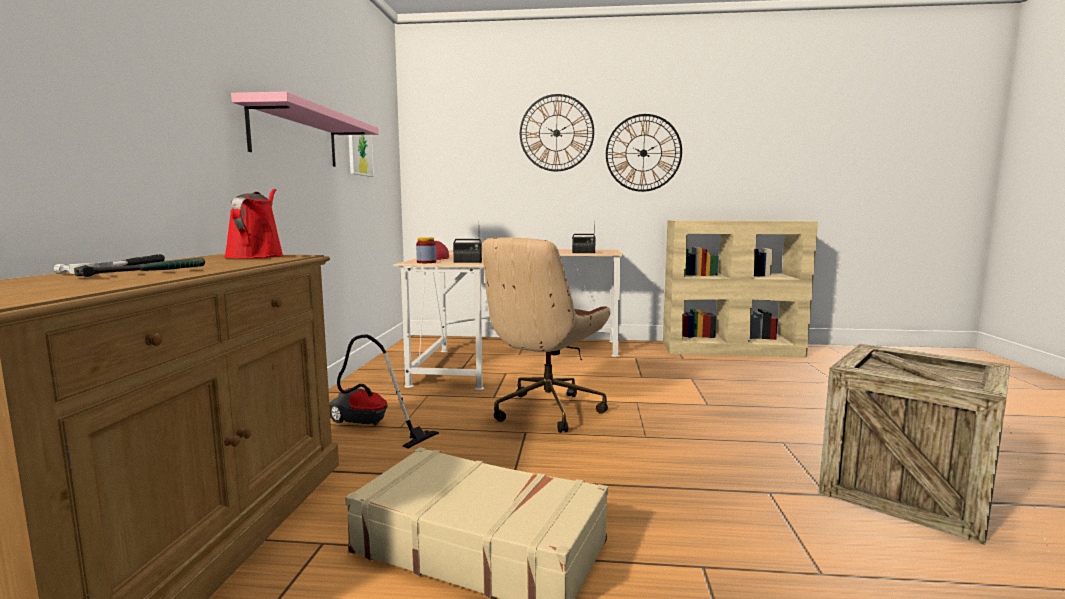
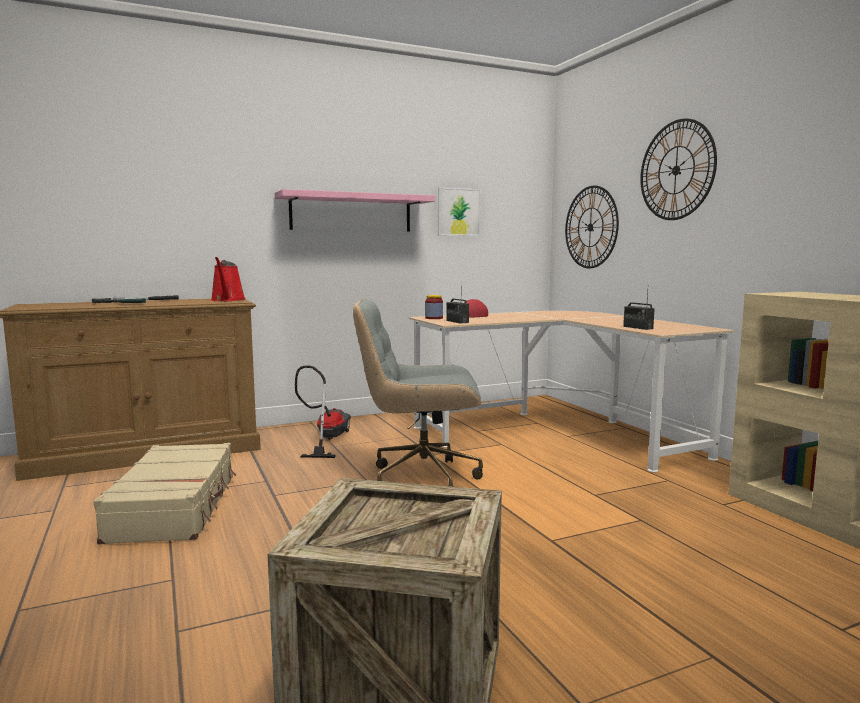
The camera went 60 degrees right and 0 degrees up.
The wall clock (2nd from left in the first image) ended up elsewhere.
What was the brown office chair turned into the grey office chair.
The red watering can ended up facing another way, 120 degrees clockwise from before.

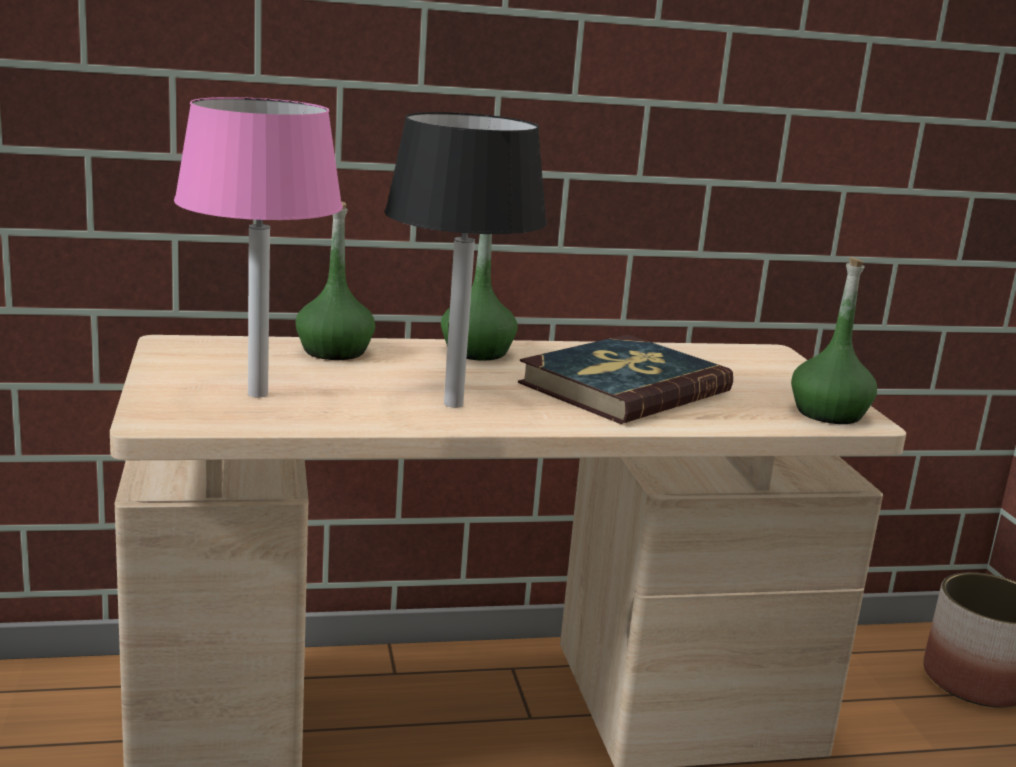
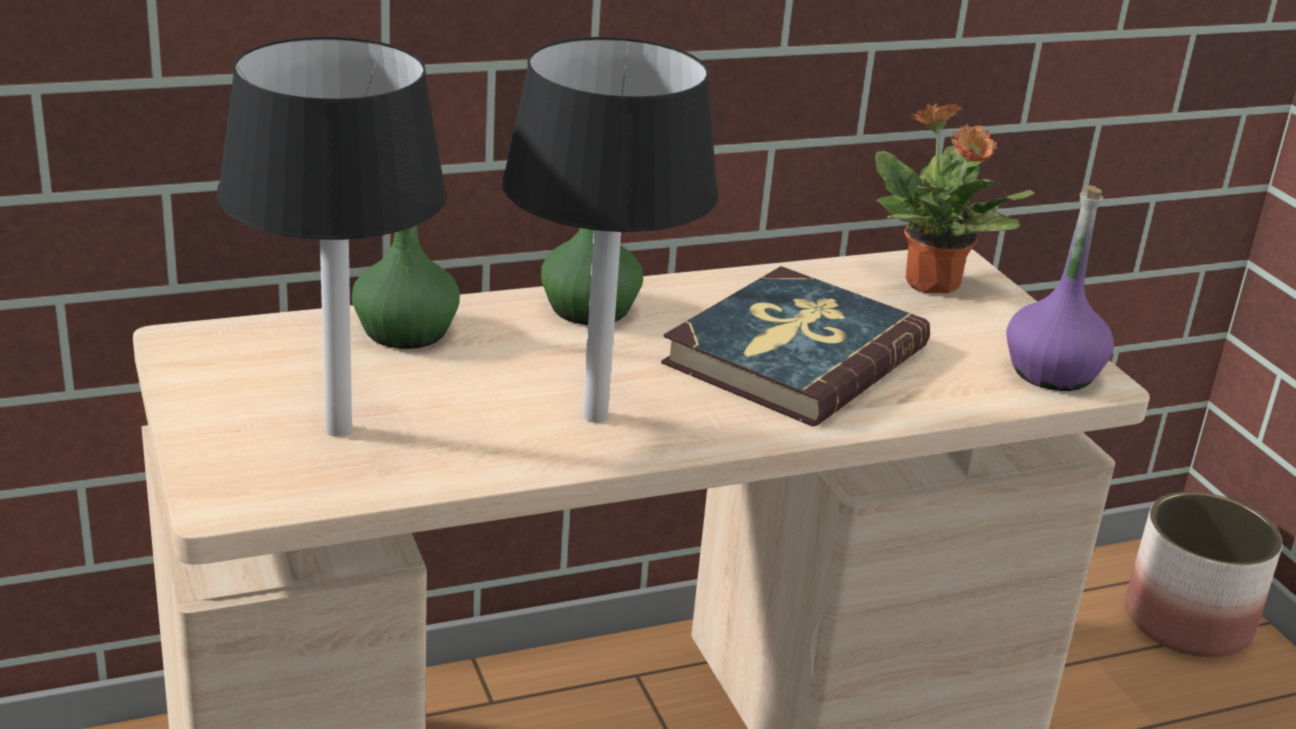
The camera went 10 degrees left and 10 degrees up.
The second view gained the potted plant.
What was the pink table lamp turned into the black table lamp (1st from left).
What was the green bottle (3rd from left) turned into the purple bottle.

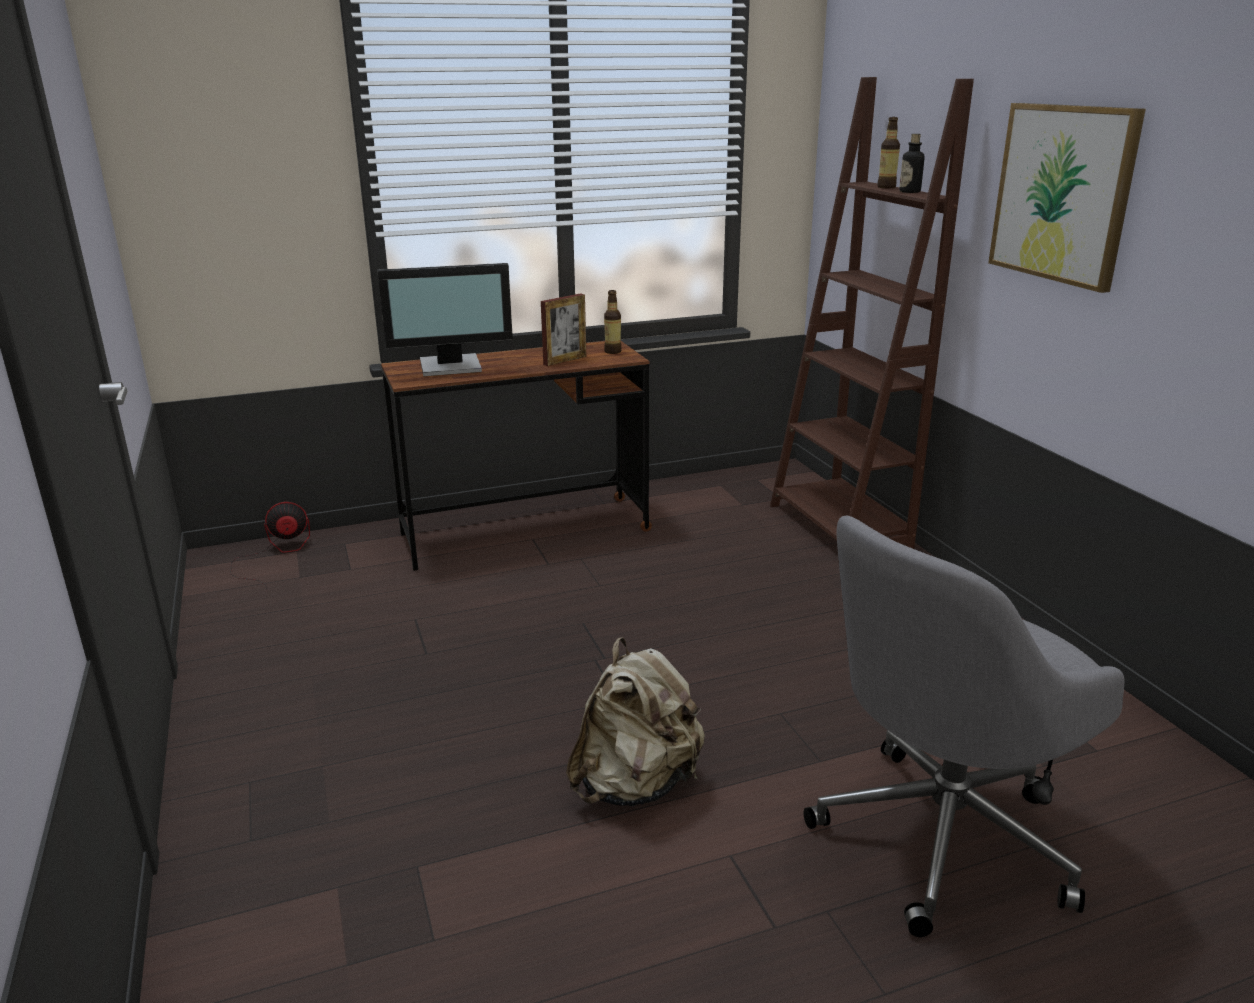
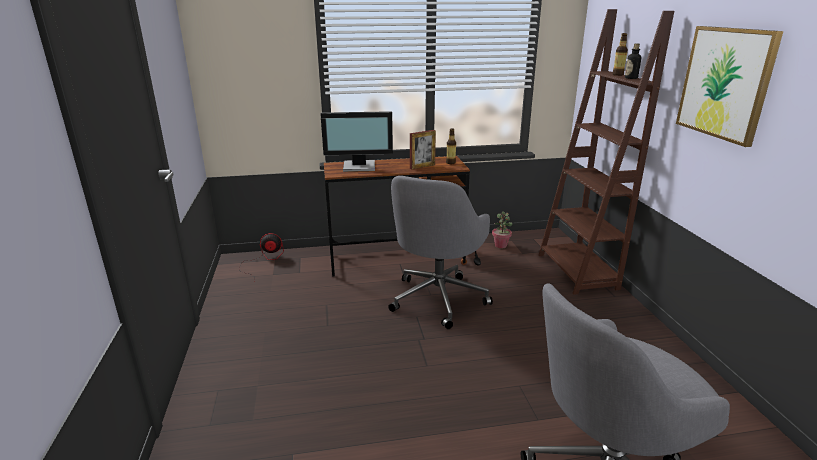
The camera went 10 degrees right and 0 degrees up.
The second view lost the beige backpack.
The second view gained the grey office chair (1st from left).
The second view gained the potted plant.

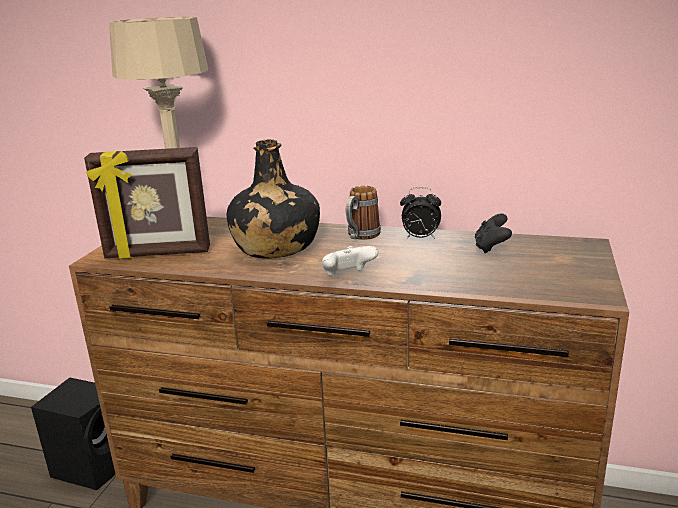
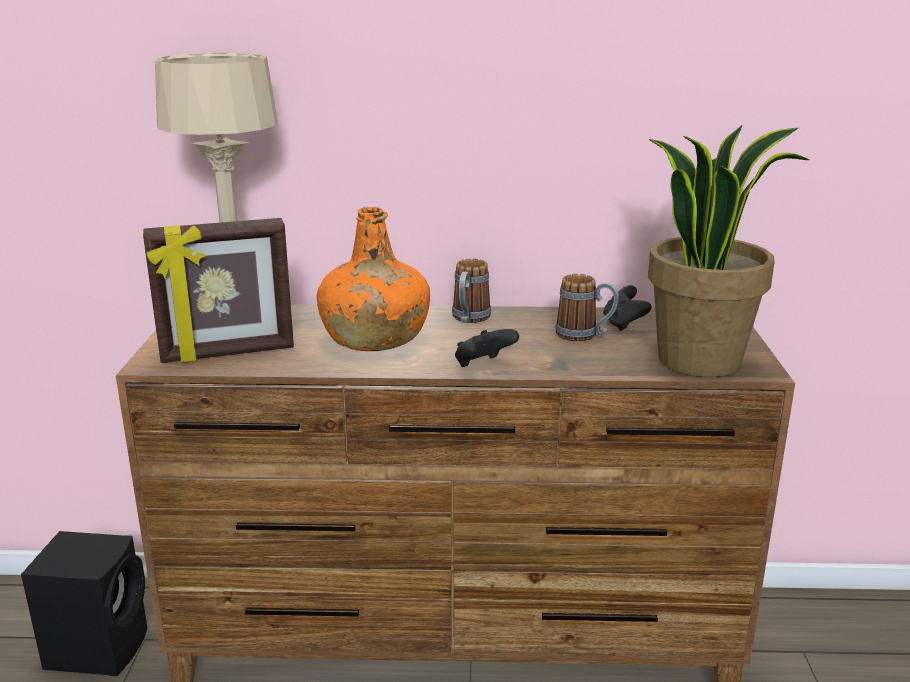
The camera went 15 degrees left and 0 degrees up.
The second view lost the alarm clock.
The second view gained the mug (2nd from left).
The second view gained the potted plant.
What was the black bottle turned into the orange bottle.
What was the white game controller turned into the black game controller (1st from left).

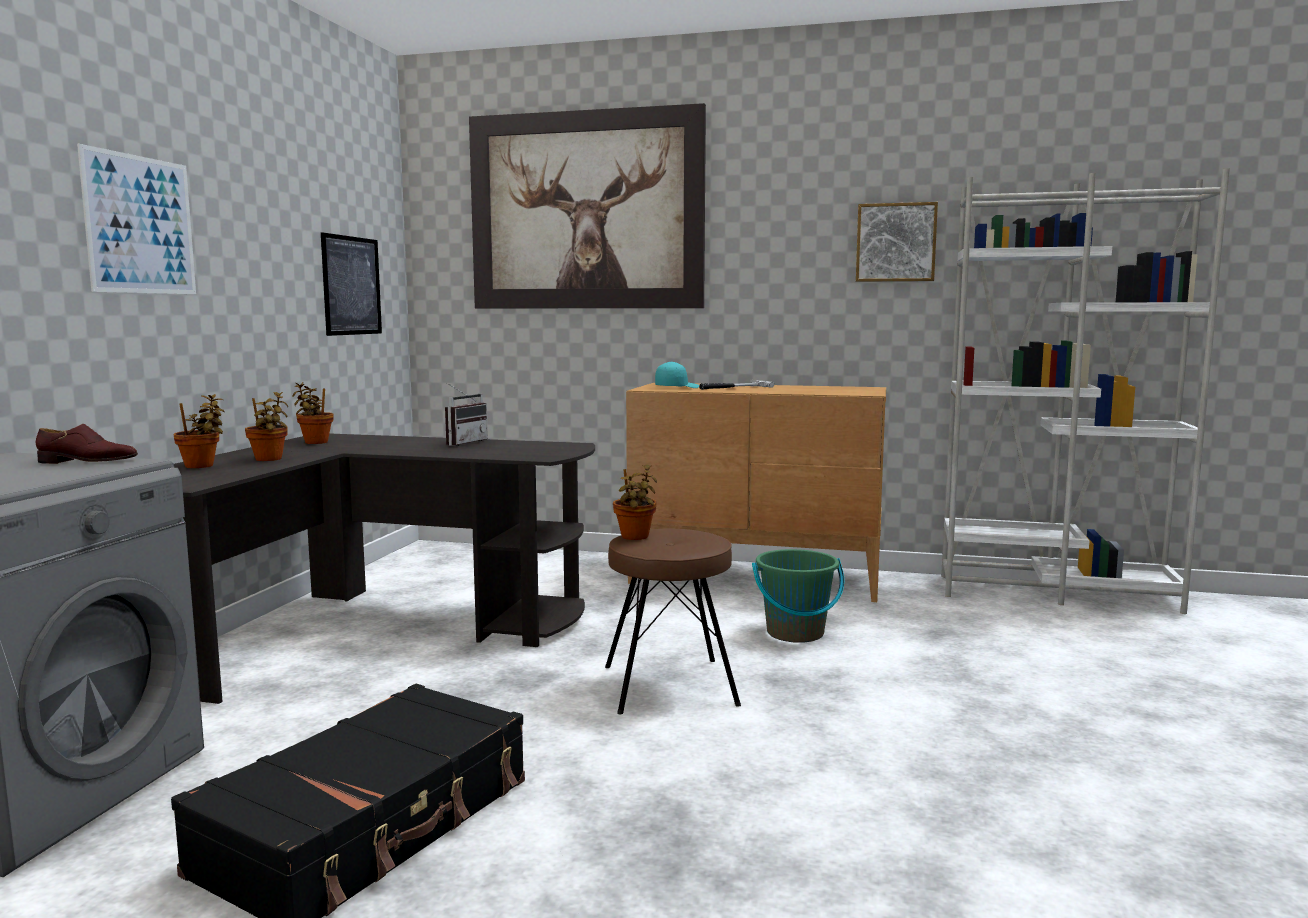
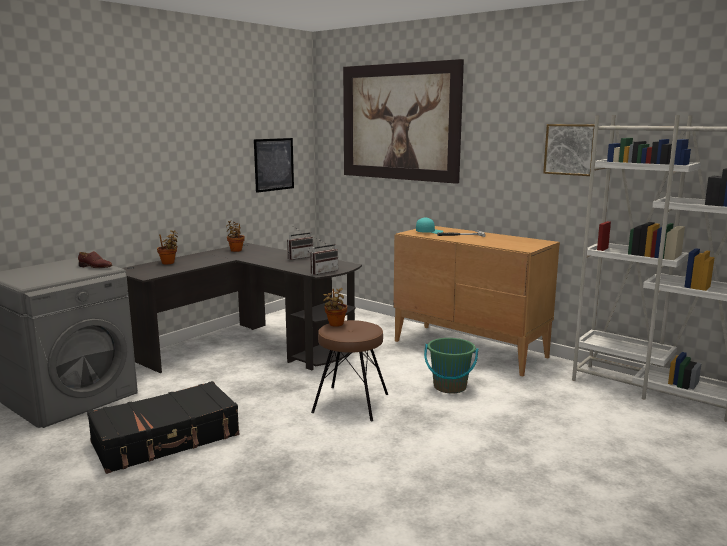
The camera went 25 degrees right and 5 degrees up.
The second view lost the picture (1st from left).
The second view lost the potted plant (2nd from left).
The second view gained the radio (2nd from left).

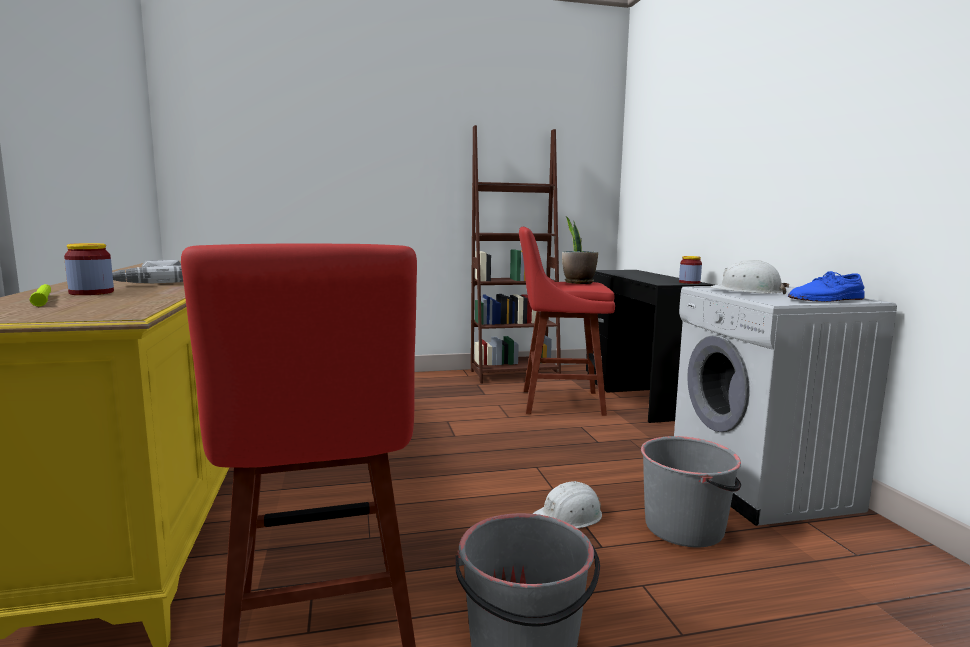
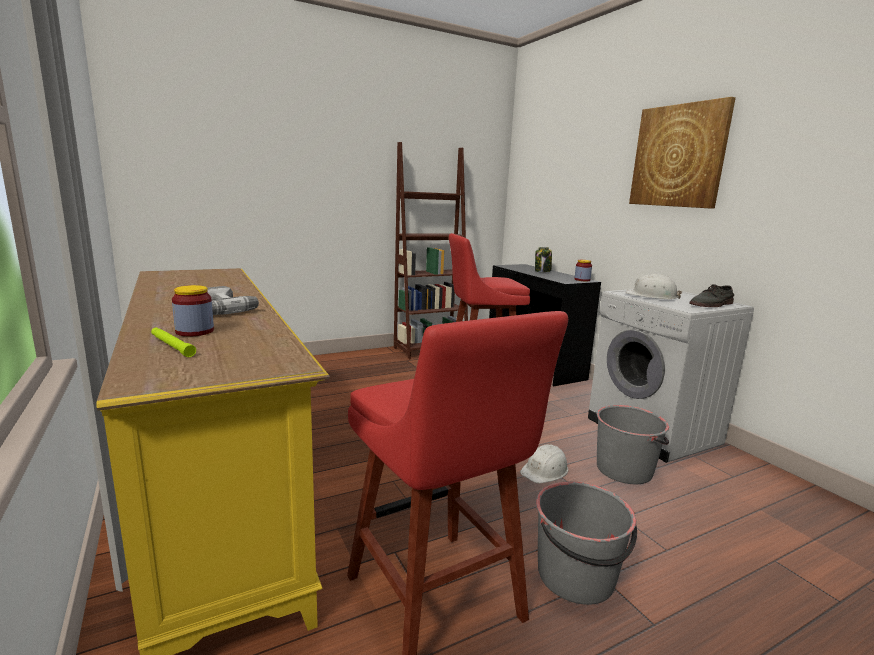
The camera went 15 degrees left and 5 degrees up.
The second view lost the potted plant.
The second view gained the jar (2nd from left).
The second view gained the picture.
What was the blue shoe turned into the grey shoe.

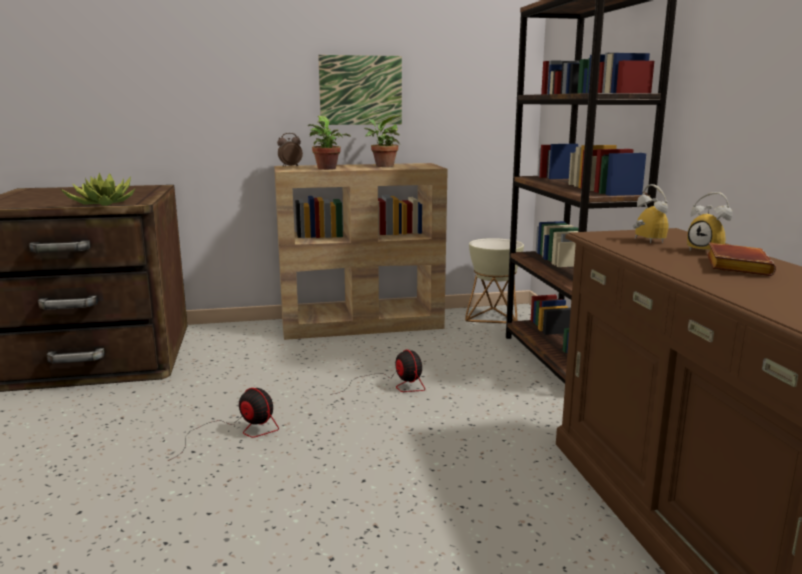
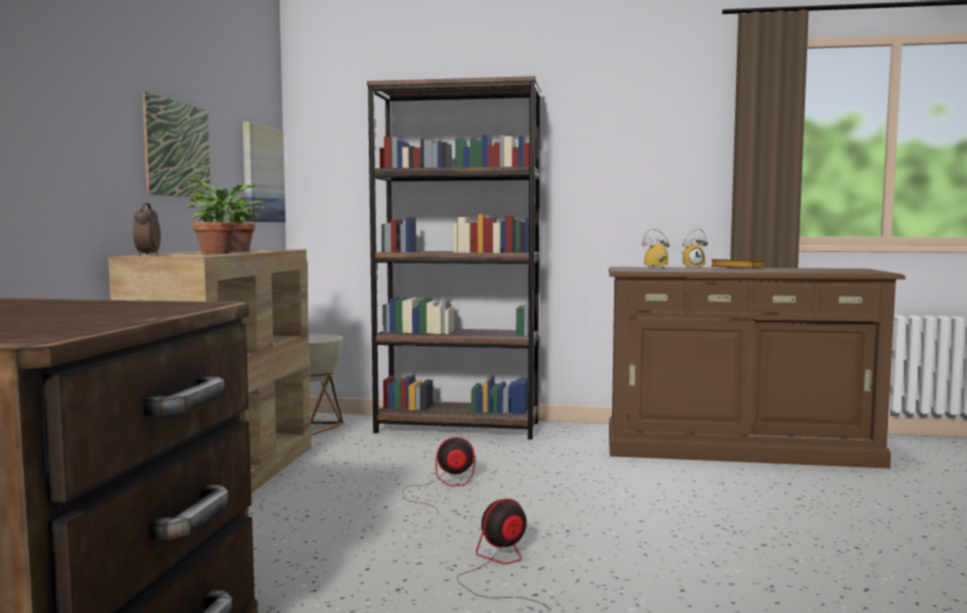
The camera went 70 degrees left and 10 degrees down.
The second view lost the potted plant (1st from left).
The second view gained the picture (2nd from left).

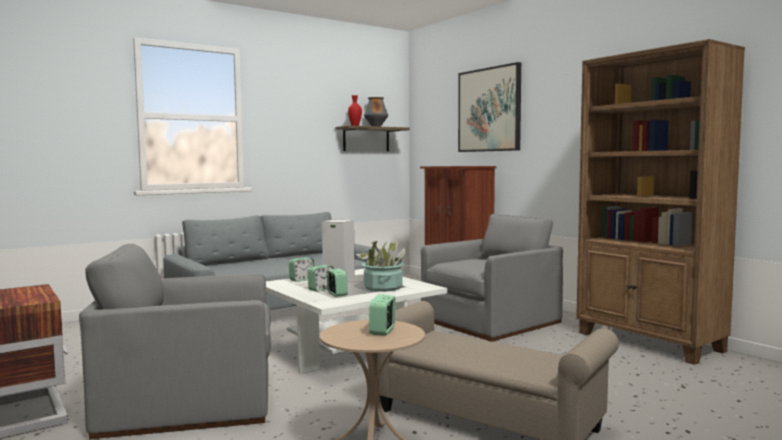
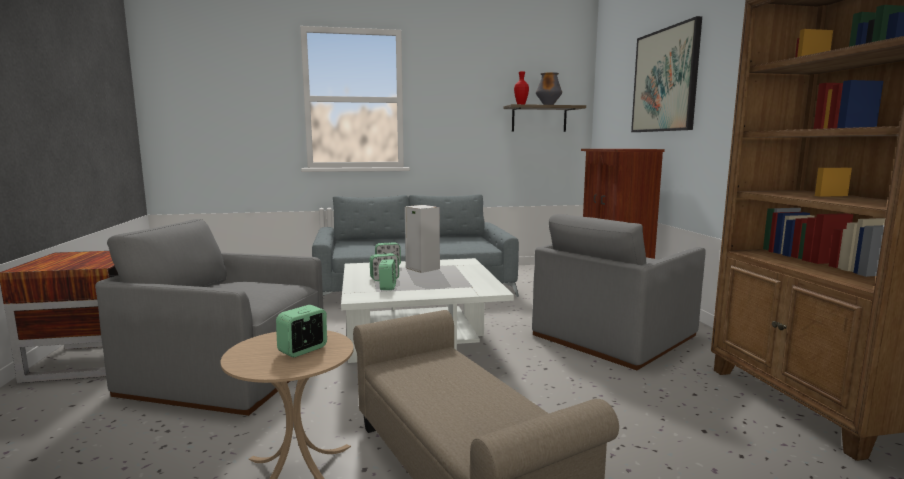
The camera went 25 degrees right and 5 degrees up.
The second view lost the potted plant.
The grey armchair (2nd from left) ended up facing another way, 150 degrees clockwise from before.

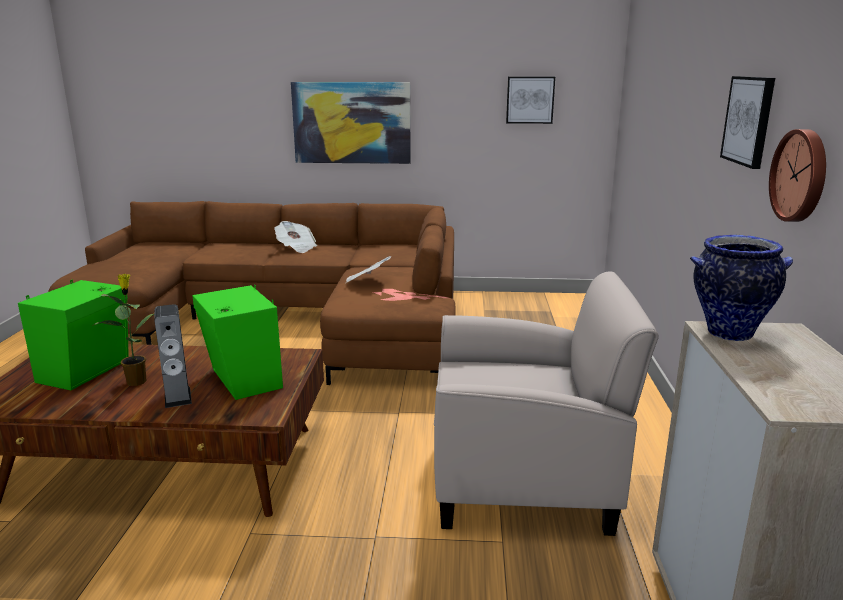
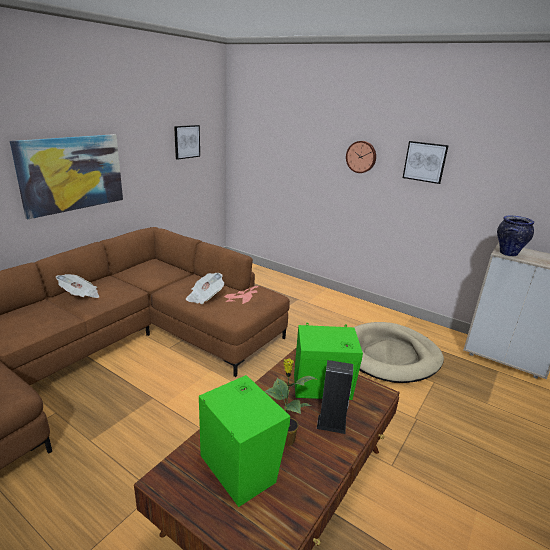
The camera went 60 degrees left and 5 degrees up.
The wall clock ended up elsewhere.
Where the beige armchair stood, the beige dog bed came to stand.

